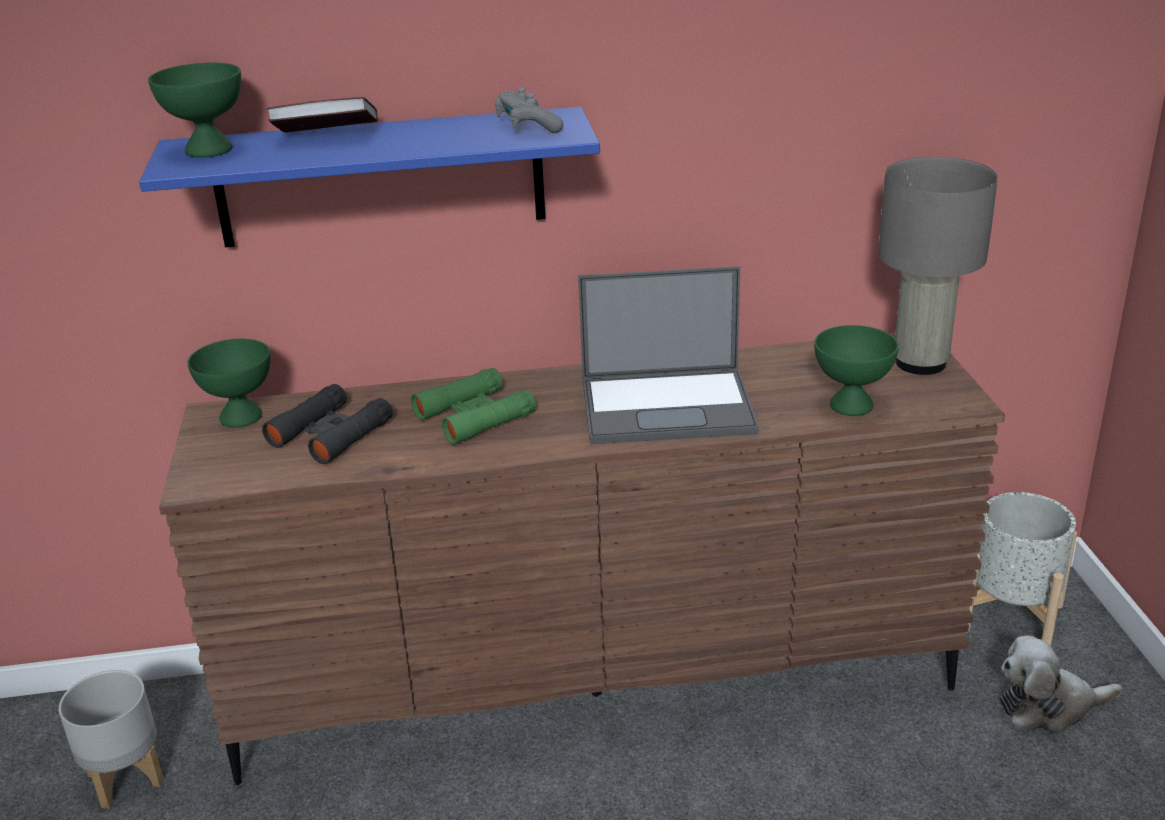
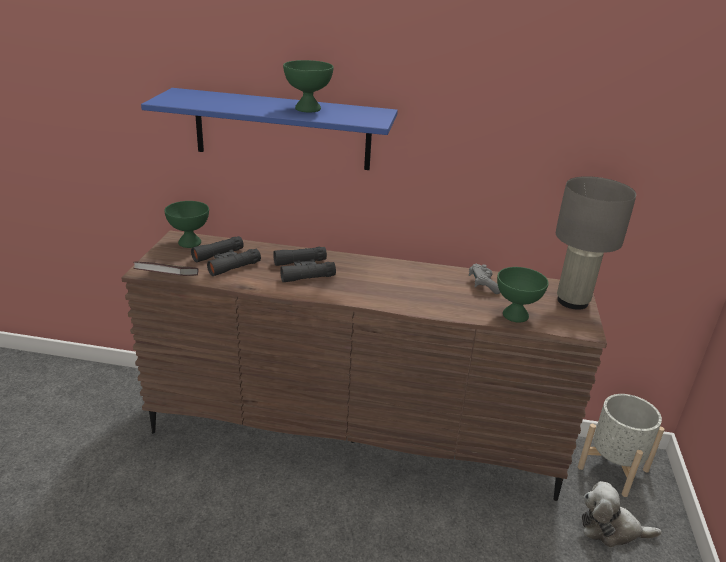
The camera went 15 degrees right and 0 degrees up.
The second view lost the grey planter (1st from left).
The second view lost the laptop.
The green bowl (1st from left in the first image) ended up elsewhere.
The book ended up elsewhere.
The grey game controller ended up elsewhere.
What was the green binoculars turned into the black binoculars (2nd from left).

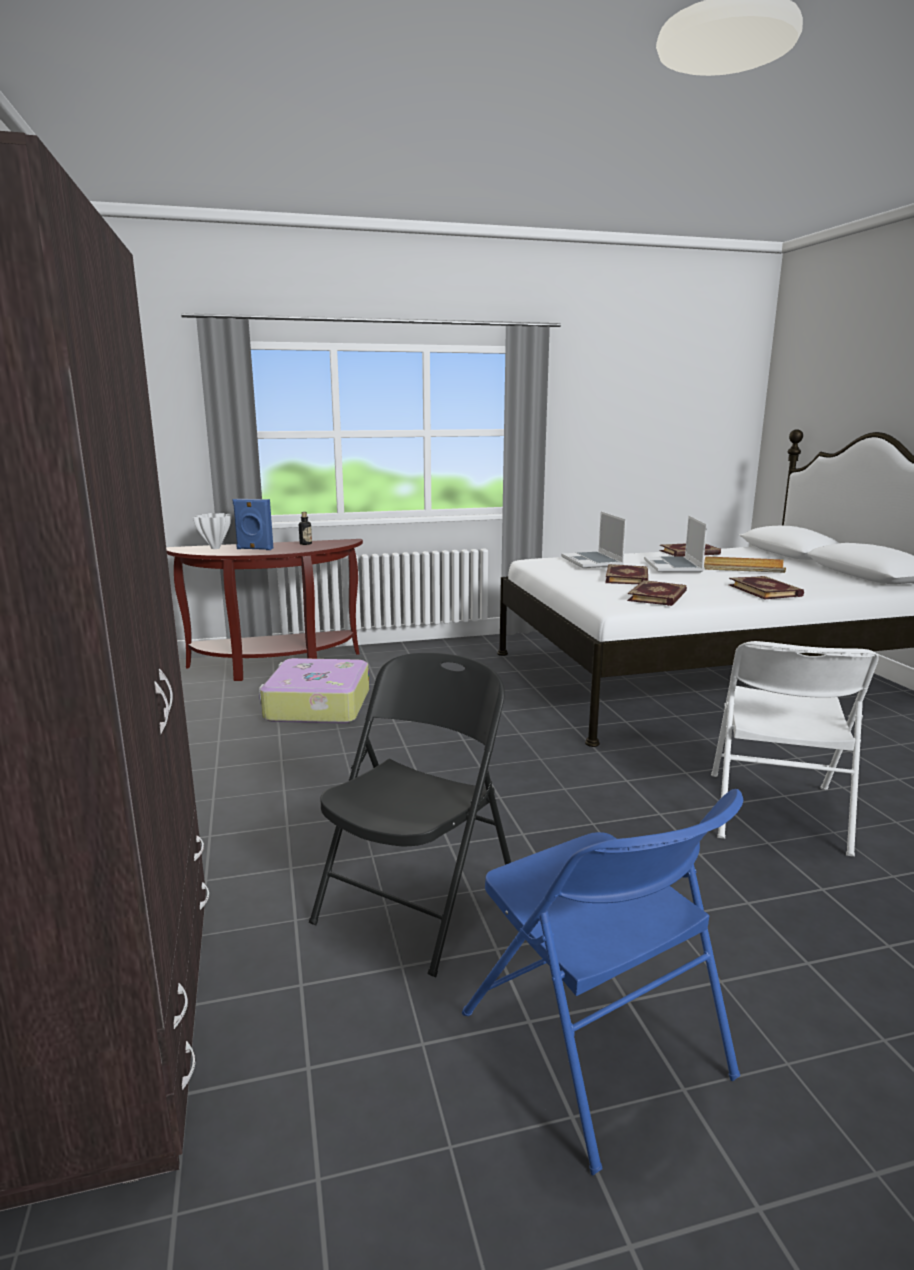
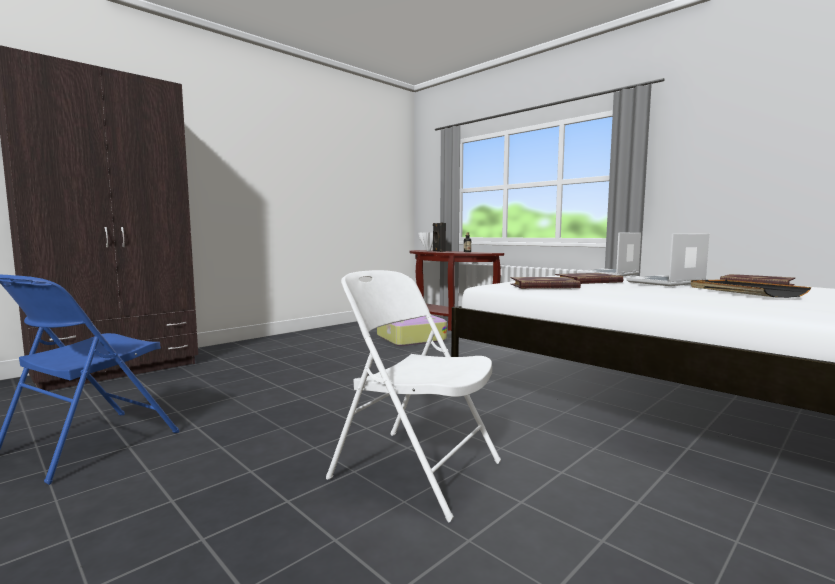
The camera went 60 degrees right and 10 degrees down.
The second view lost the black chair.
The second view lost the book (4th from left).
What was the blue speaker turned into the black speaker.
What was the beige tray turned into the black tray.
The white chair ended up facing another way, 45 degrees clockwise from before.

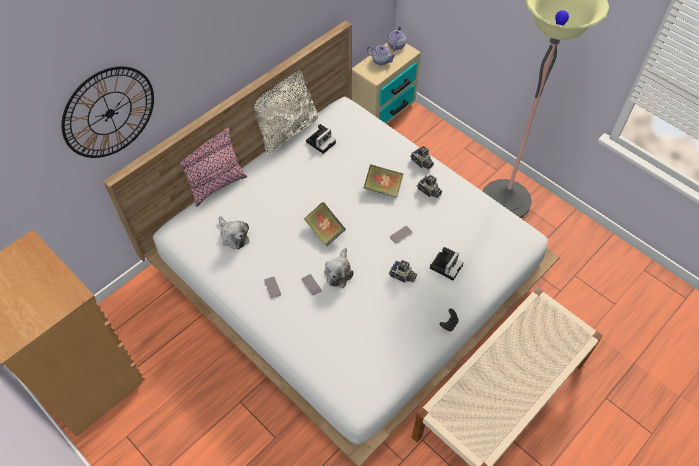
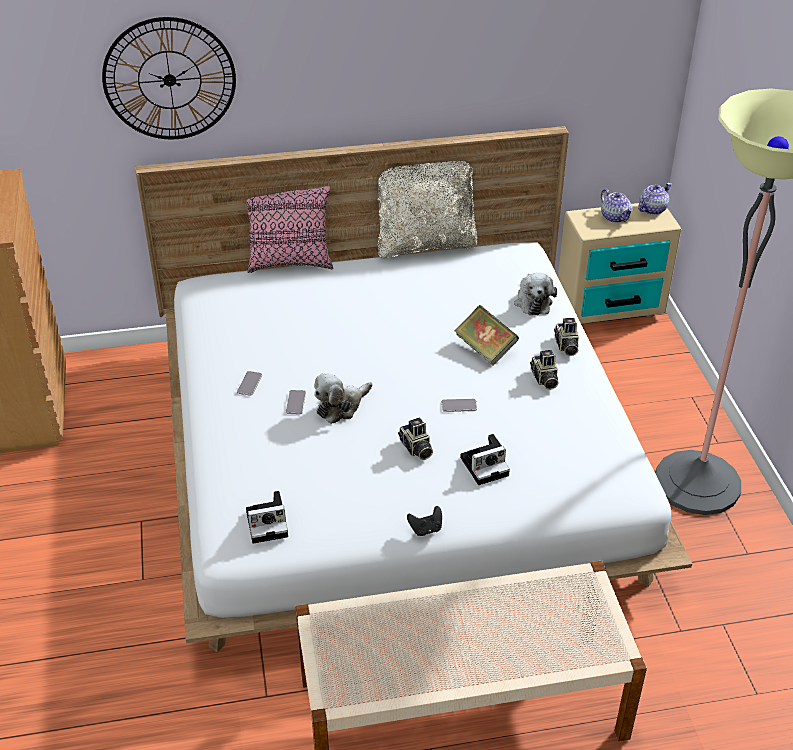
The camera went 35 degrees right and 15 degrees down.
The second view lost the book (1st from left).
The plush toy (1st from left in the first image) ended up elsewhere.
The photo camera (1st from left) ended up elsewhere.

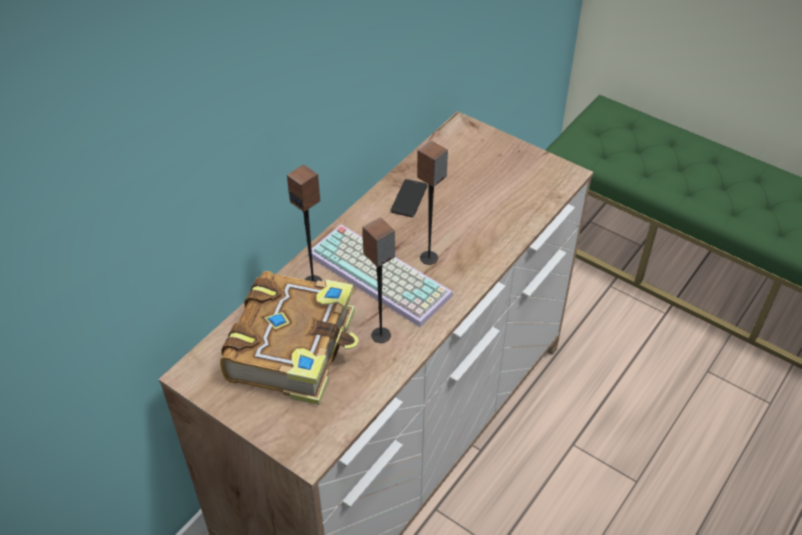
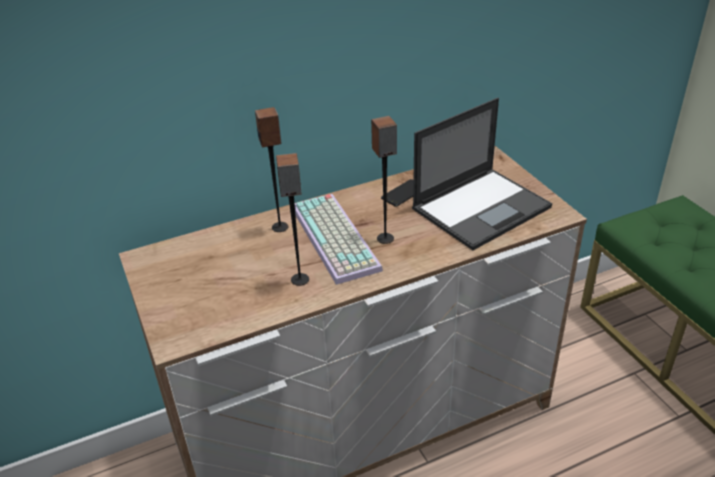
The camera went 30 degrees right and 10 degrees down.
The second view lost the book.
The second view gained the laptop.

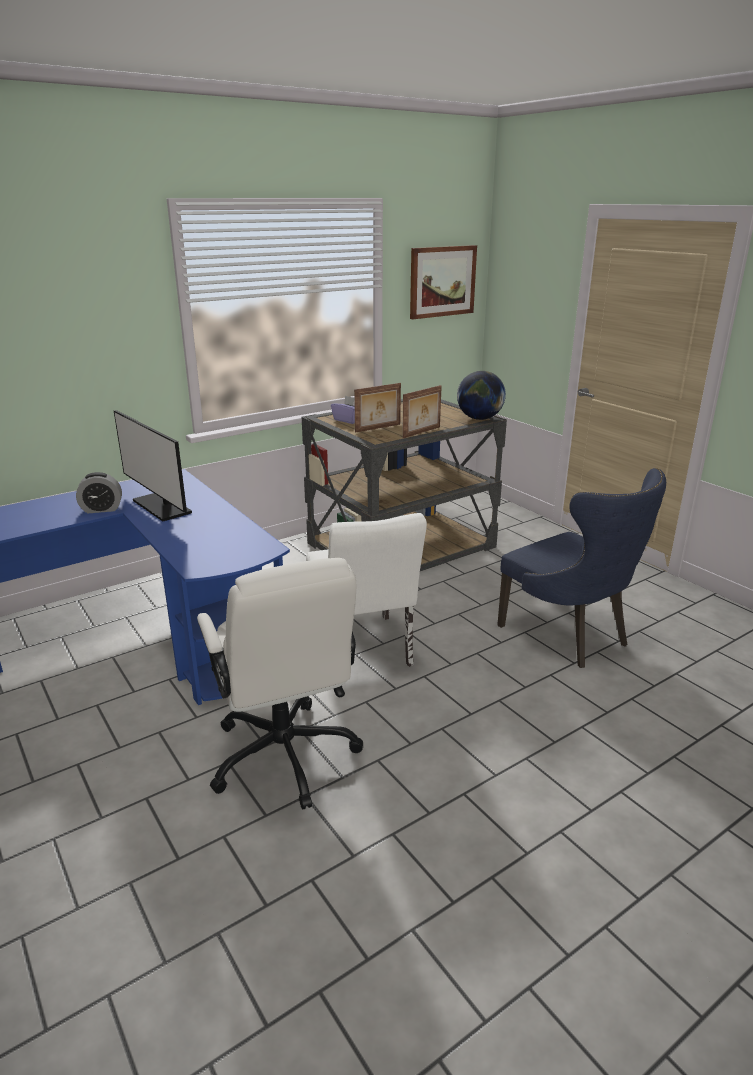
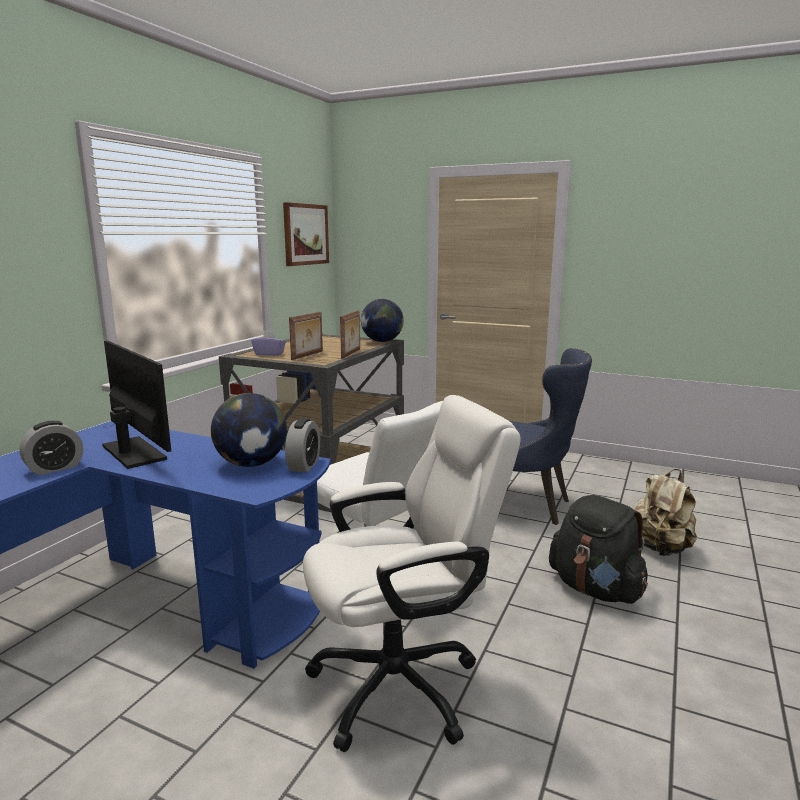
The camera went 30 degrees left and 10 degrees down.
The second view gained the globe (1st from left).
The second view gained the alarm clock (2nd from left).
The second view gained the black backpack.
The second view gained the beige backpack.
The monitor ended up facing another way, 150 degrees counterclockwise from before.
The white office chair ended up facing another way, 60 degrees counterclockwise from before.

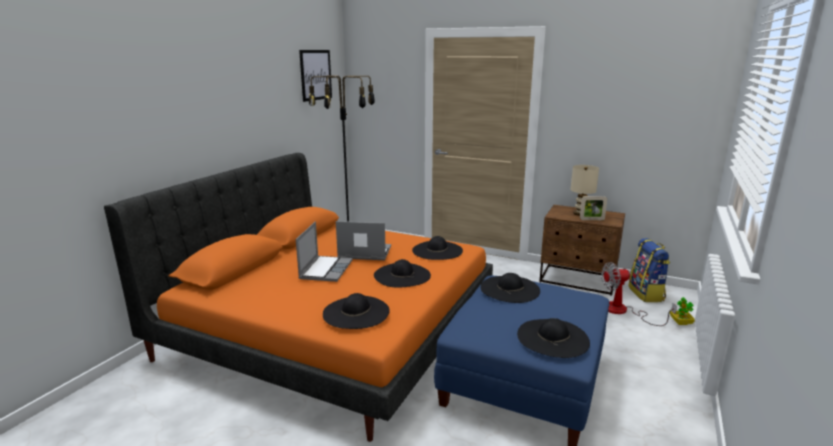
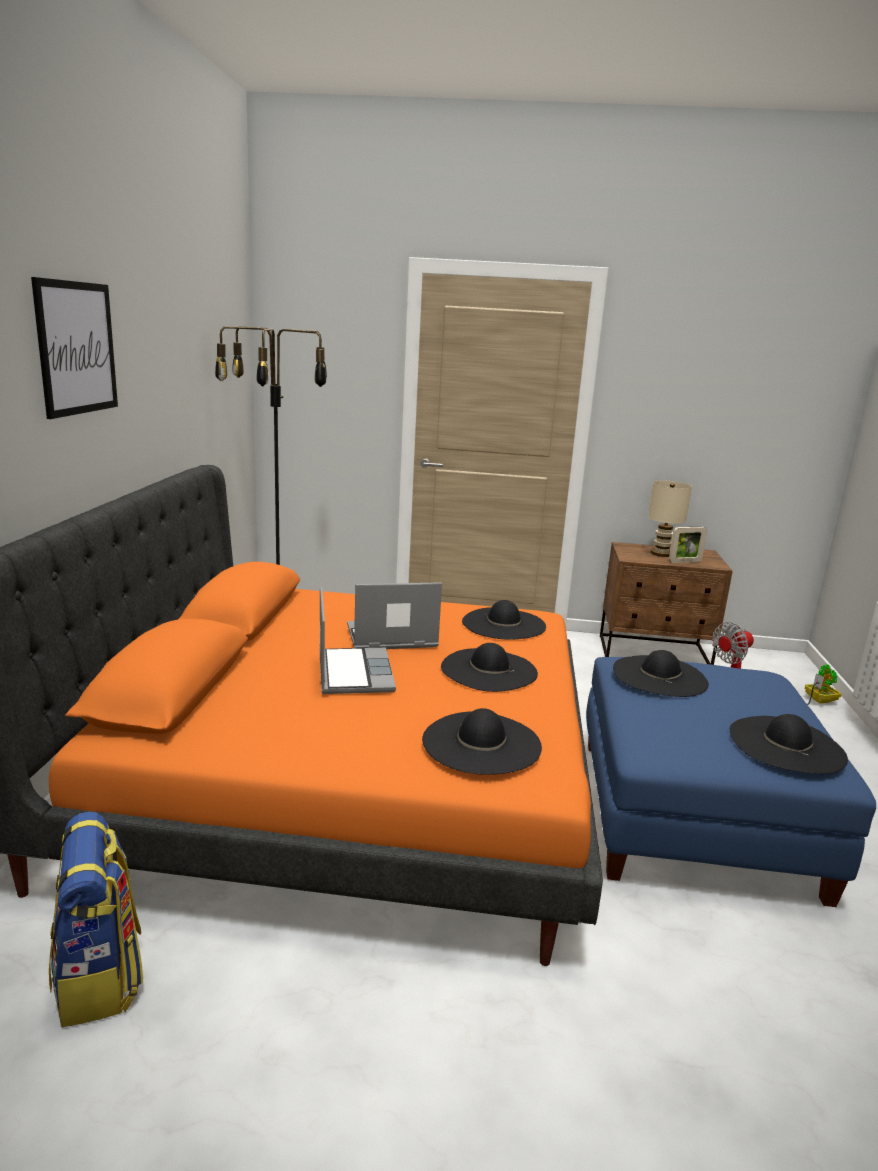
The camera went 20 degrees left and 0 degrees up.
The picture ended up elsewhere.
The backpack ended up elsewhere.

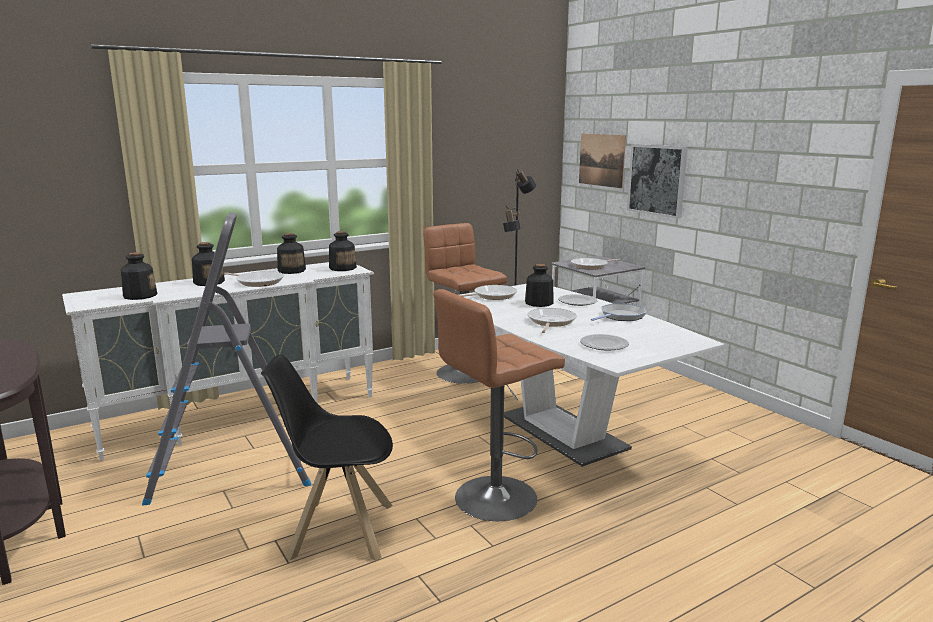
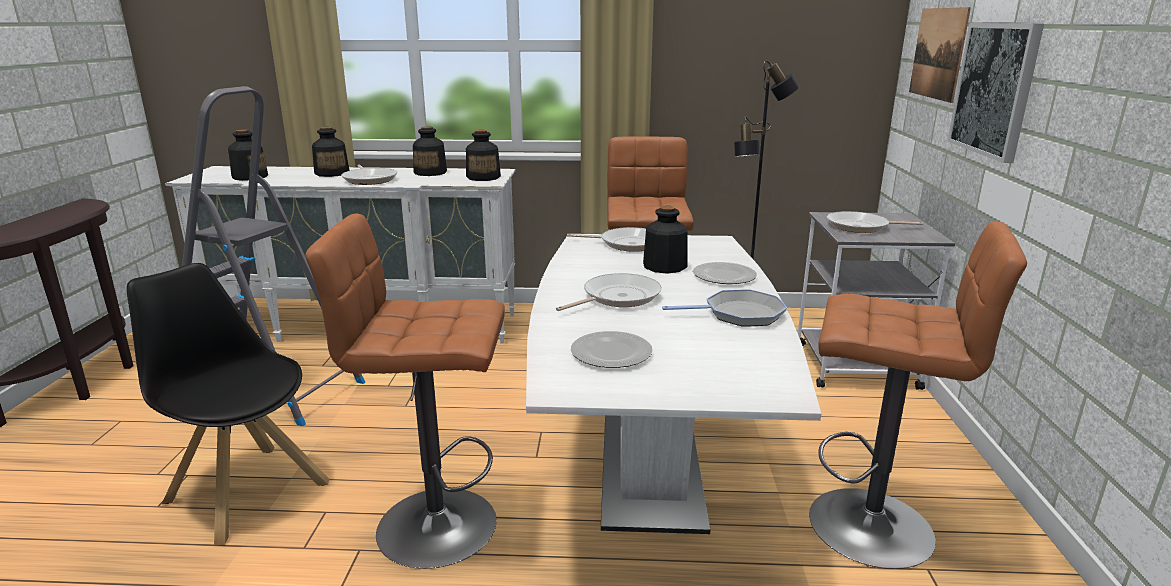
The camera went 35 degrees right and 5 degrees up.
The second view gained the brown stool (3rd from left).

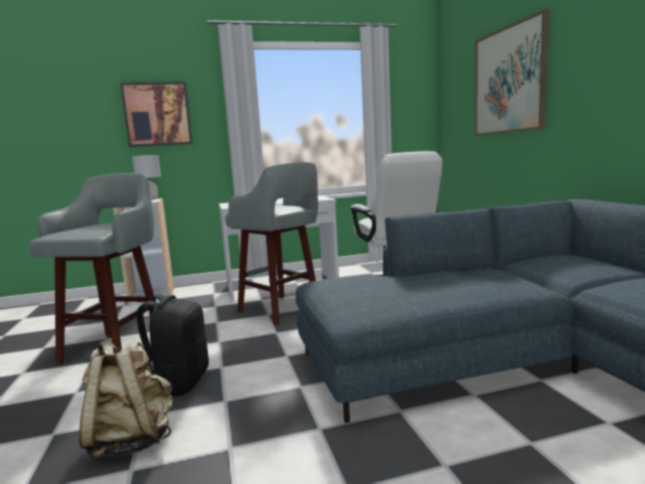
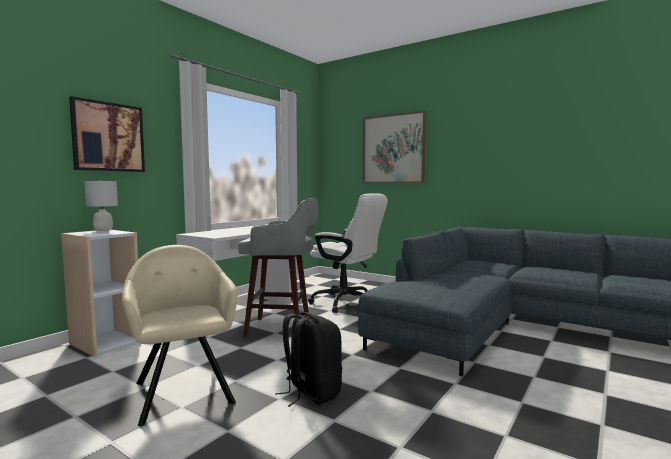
The camera went 40 degrees left and 5 degrees down.
The second view lost the beige backpack.
Where the grey stool (1st from left) stood, the beige armchair came to stand.

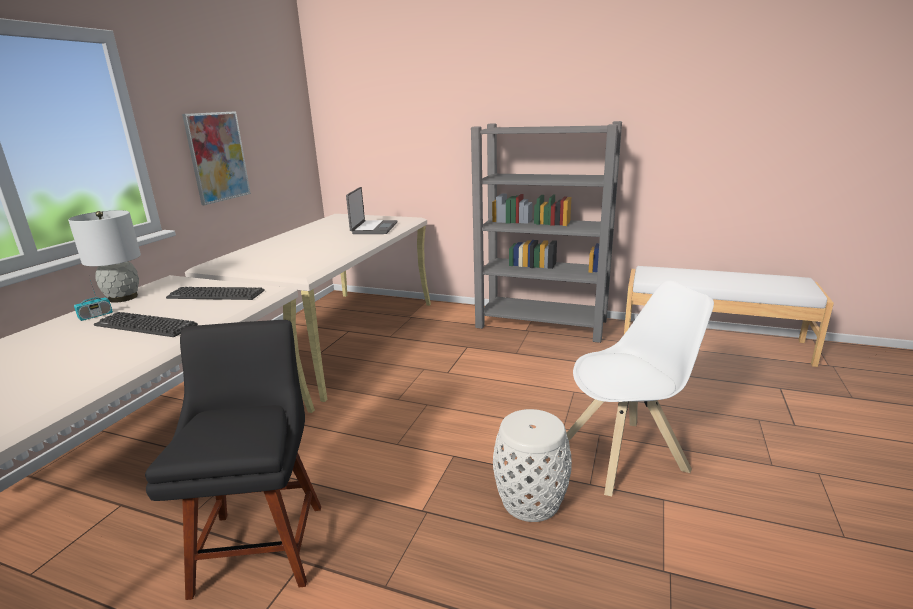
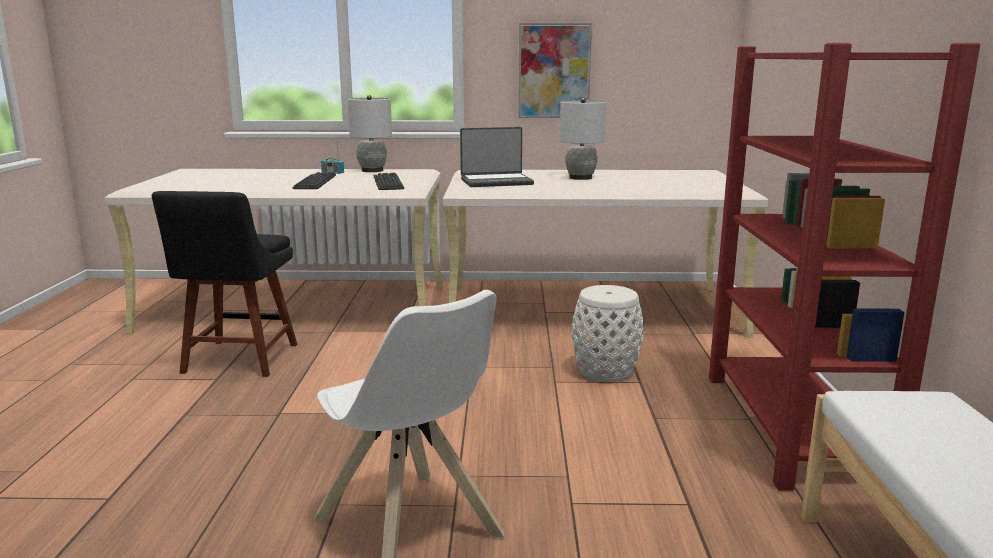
The camera went 70 degrees right and 5 degrees down.
The second view gained the white table lamp (2nd from left).
The laptop ended up elsewhere.
The white stool ended up elsewhere.
What was the grey bookcase turned into the red bookcase.
The black chair ended up facing another way, 120 degrees clockwise from before.

